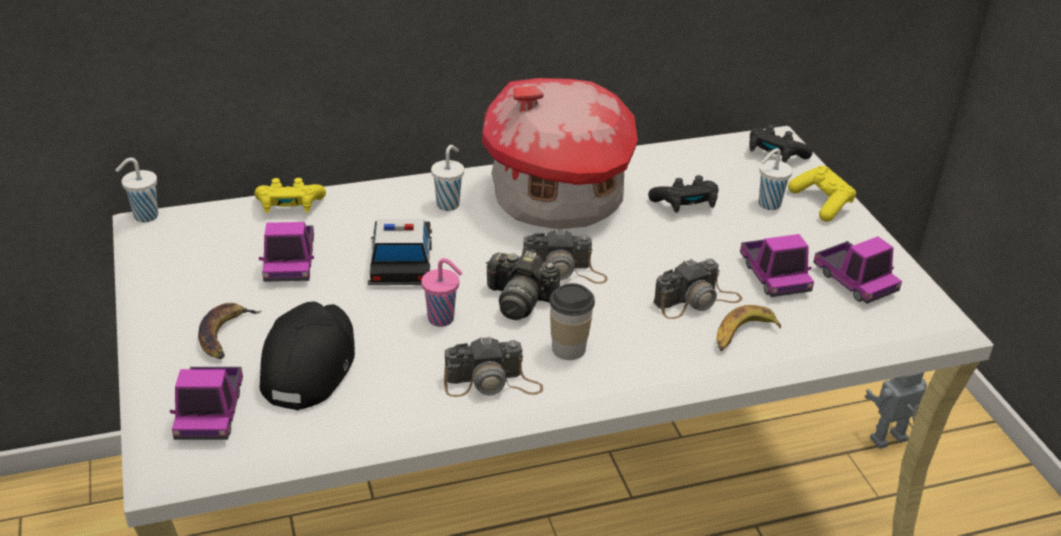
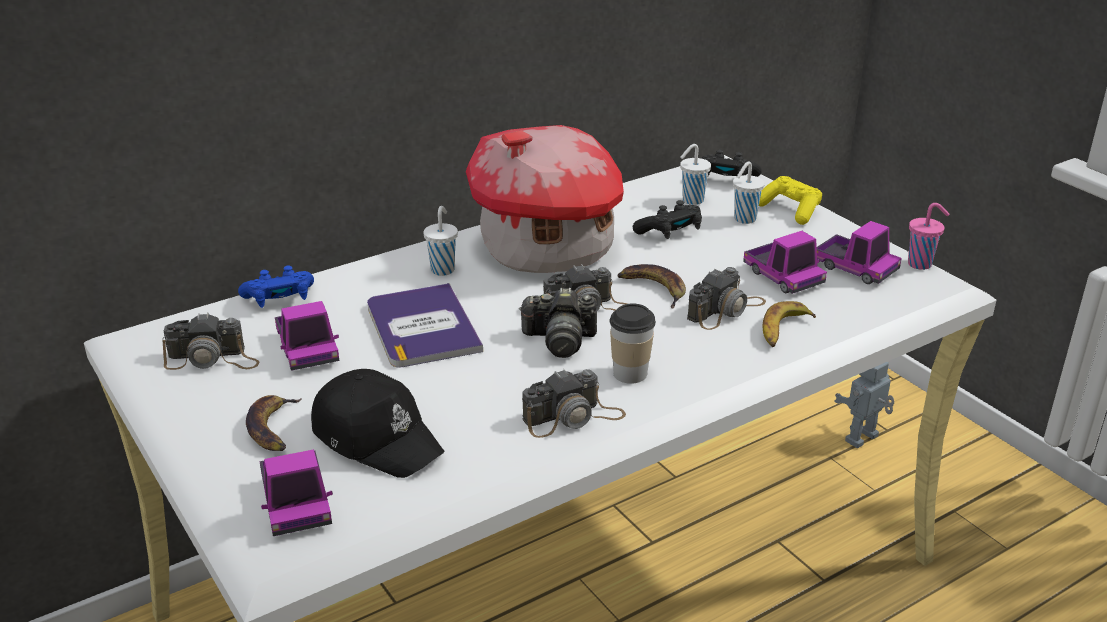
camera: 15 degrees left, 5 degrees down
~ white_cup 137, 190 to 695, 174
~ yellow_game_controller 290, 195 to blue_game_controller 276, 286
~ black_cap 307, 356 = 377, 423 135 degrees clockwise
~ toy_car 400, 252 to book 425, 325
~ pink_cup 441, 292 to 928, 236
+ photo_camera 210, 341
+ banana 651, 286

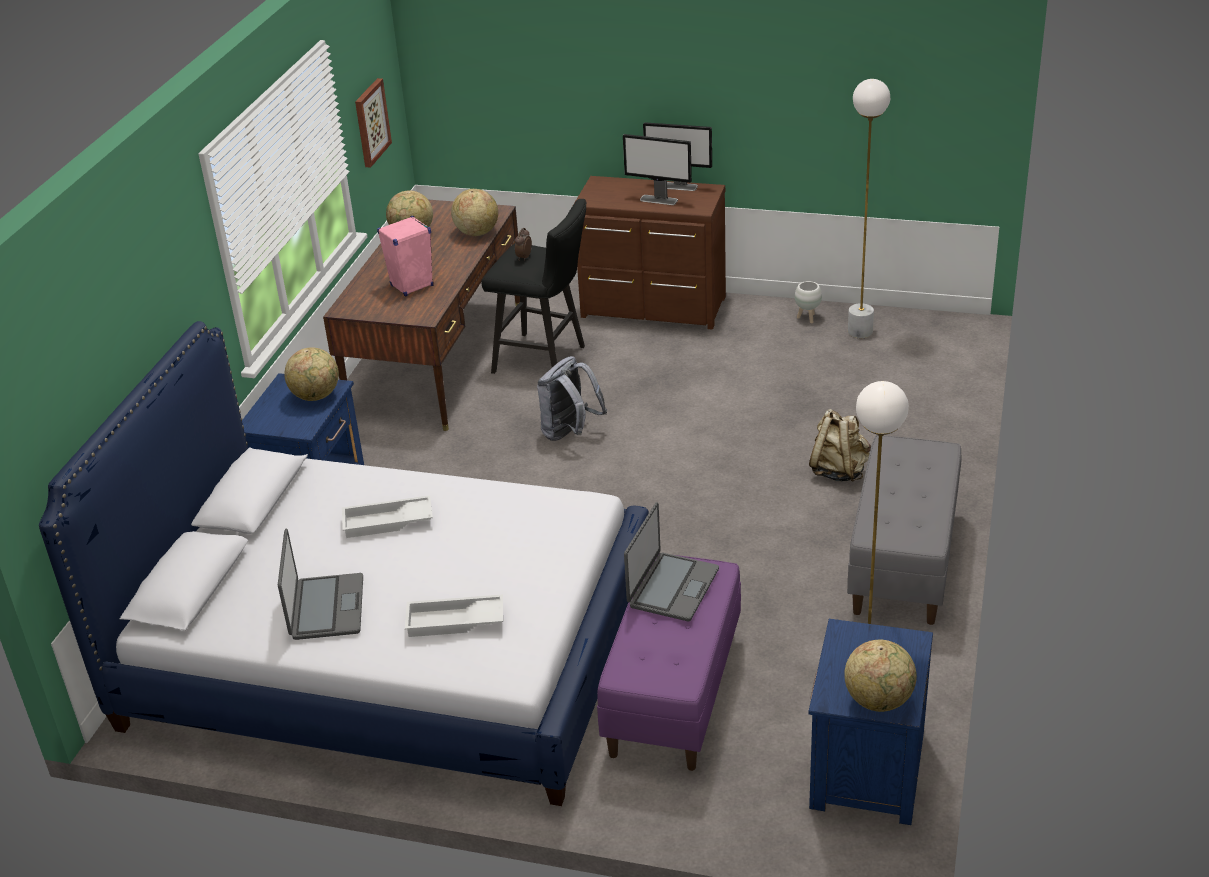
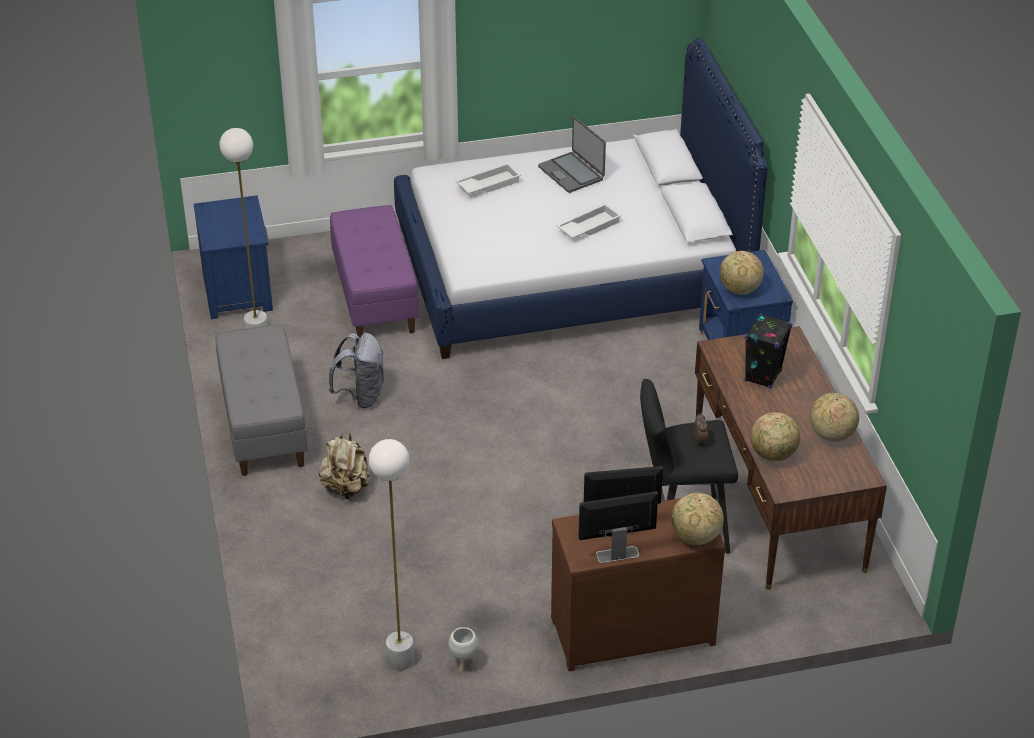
camera: 150 degrees right, 5 degrees up
- picture 373, 123
~ pink_speaker 405, 256 to black_speaker 768, 351
~ grey_backpack 572, 398 to 356, 370
- laptop 671, 561
~ globe 880, 676 to 697, 519

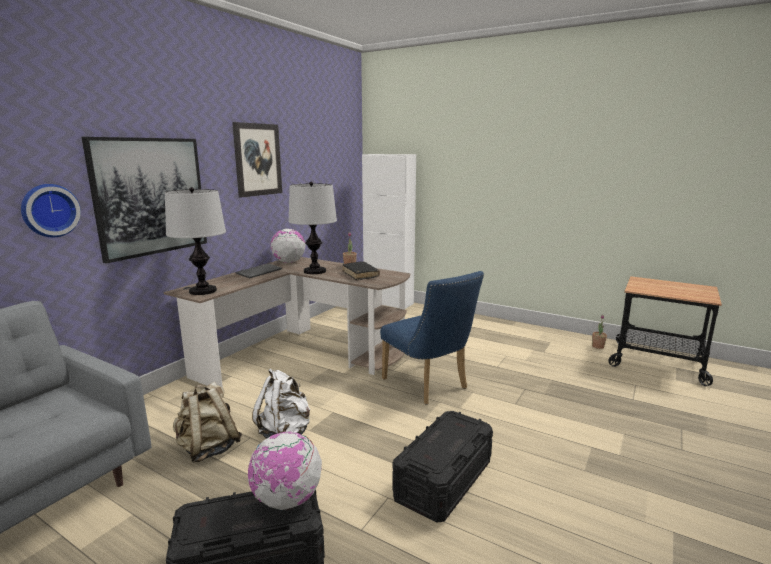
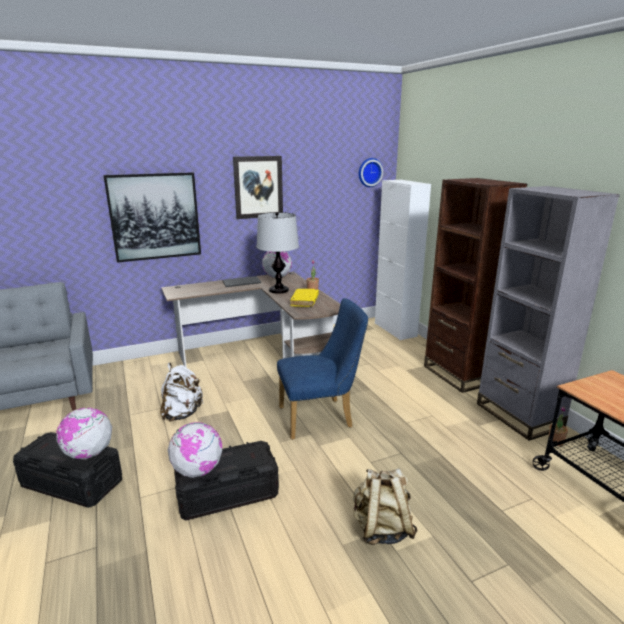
camera: 35 degrees right, 5 degrees up
~ wall_clock 51, 210 to 371, 172
- table_lamp 195, 241
~ beige_backpack 207, 422 to 385, 506
~ black_book 361, 270 to yellow_book 304, 298
~ blue_chair 432, 338 = 322, 369 105 degrees counterclockwise
+ globe 195, 450
+ brown_bookcase 475, 285
+ grey_bookcase 548, 313

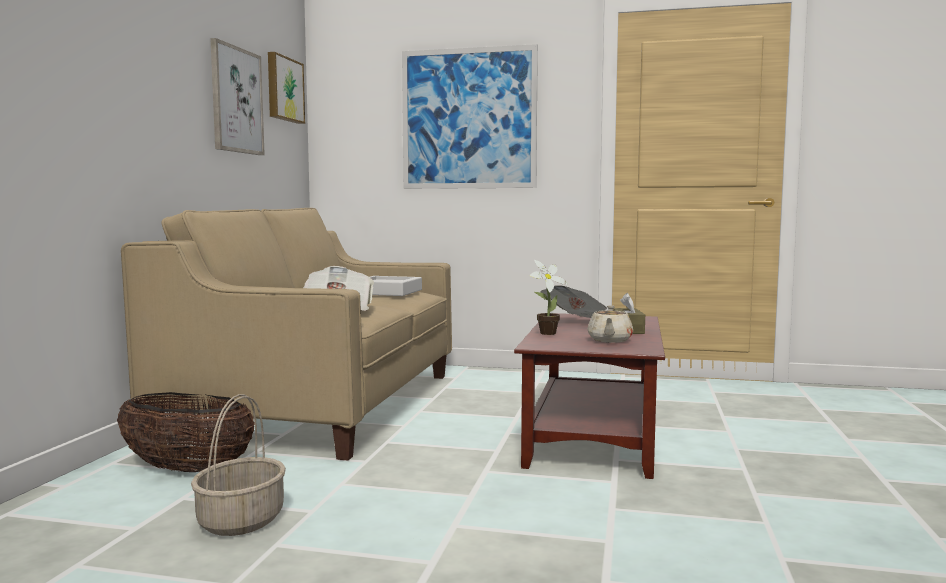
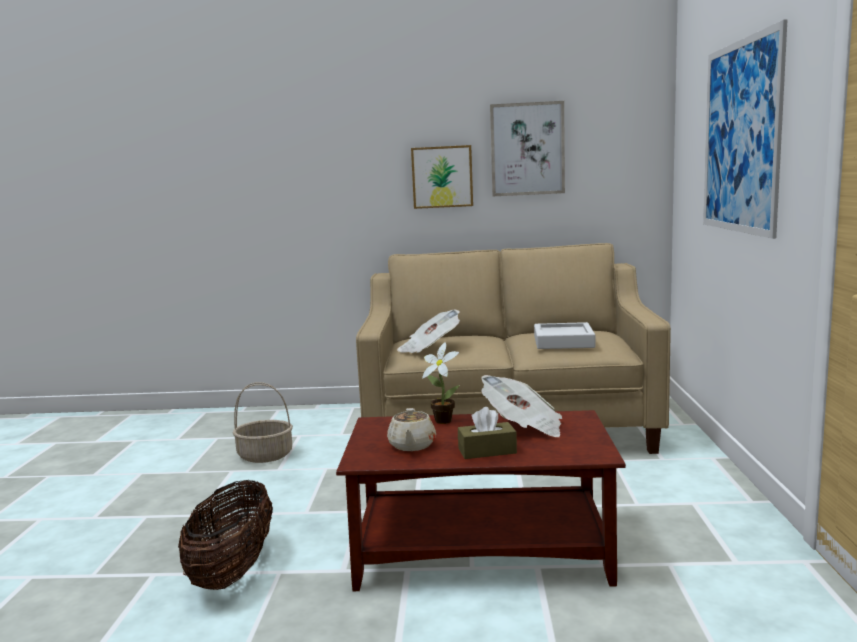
camera: 80 degrees right, 5 degrees up
~ basket 186, 432 to 225, 535
~ picture 286, 88 to 442, 177
~ beige_teapot 610, 324 = 411, 429 90 degrees counterclockwise

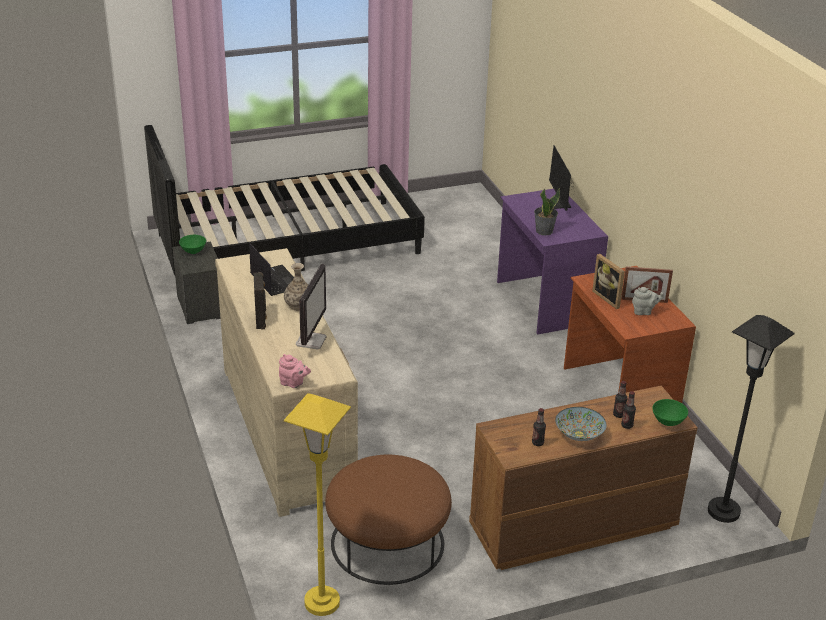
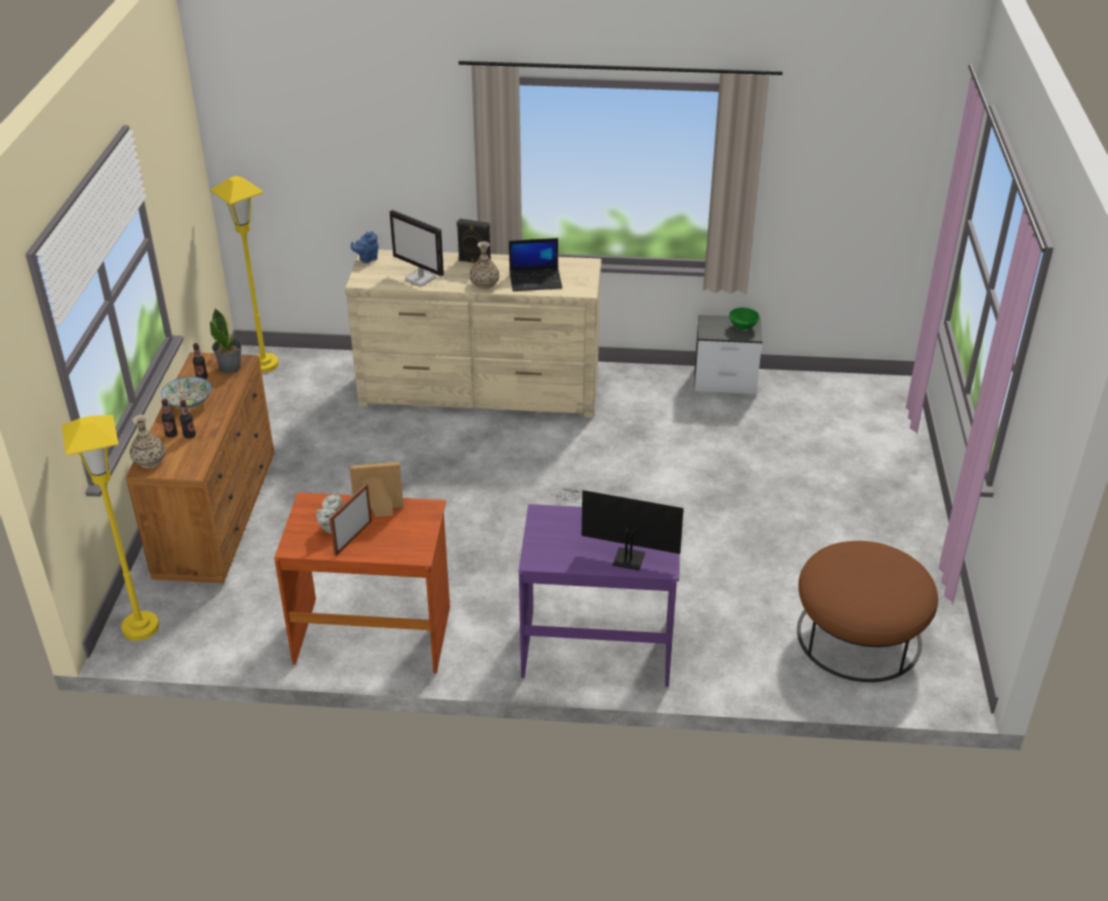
camera: 115 degrees right, 5 degrees up
- black_bed 284, 200
~ pink_teapot 295, 371 to blue_teapot 365, 247
~ brown_ottoman 388, 520 to 867, 611
~ potted_plant 547, 211 to 226, 341
~ green_bowl 670, 412 to vase 148, 441
~ black_floor_lamp 751, 419 to yellow_floor_lamp 110, 528

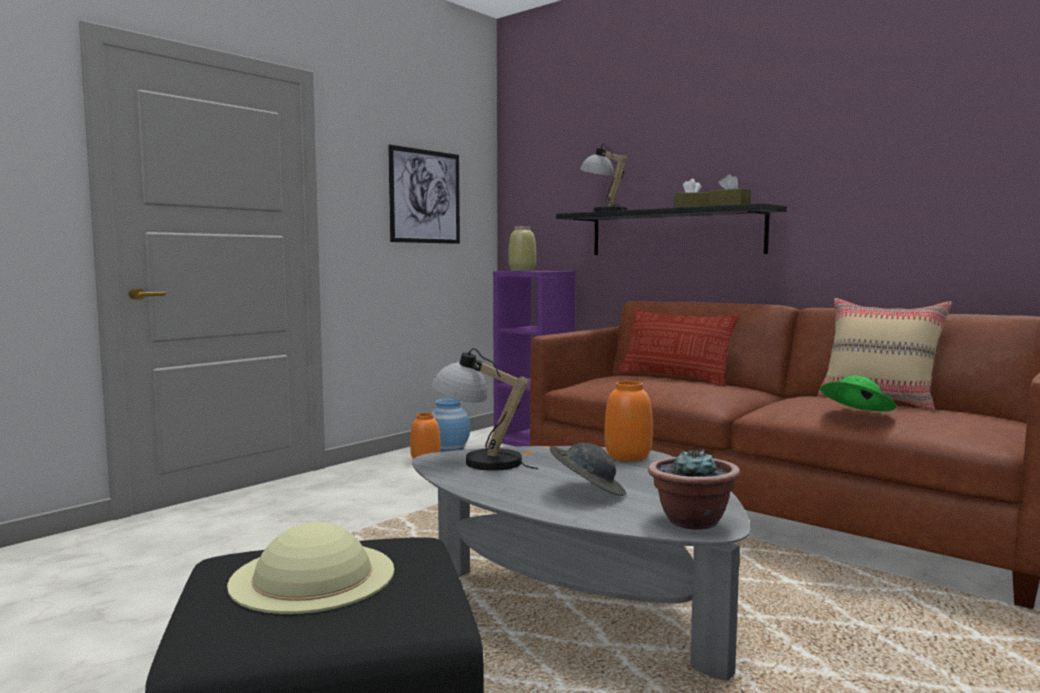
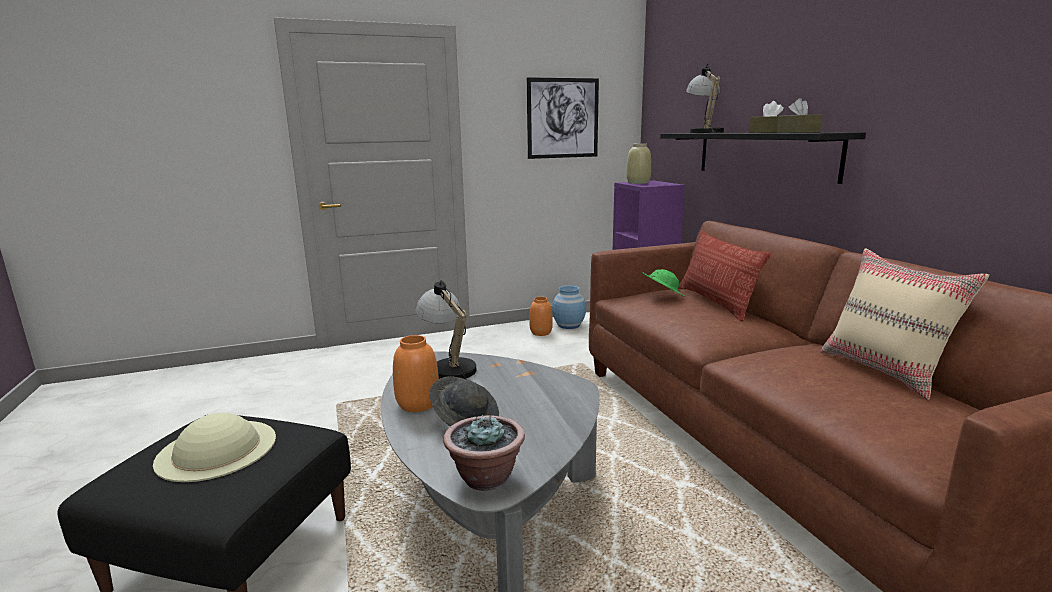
camera: 30 degrees right, 10 degrees up
~ orange_vase 629, 421 to 416, 373
~ green_hat 858, 393 to 663, 283

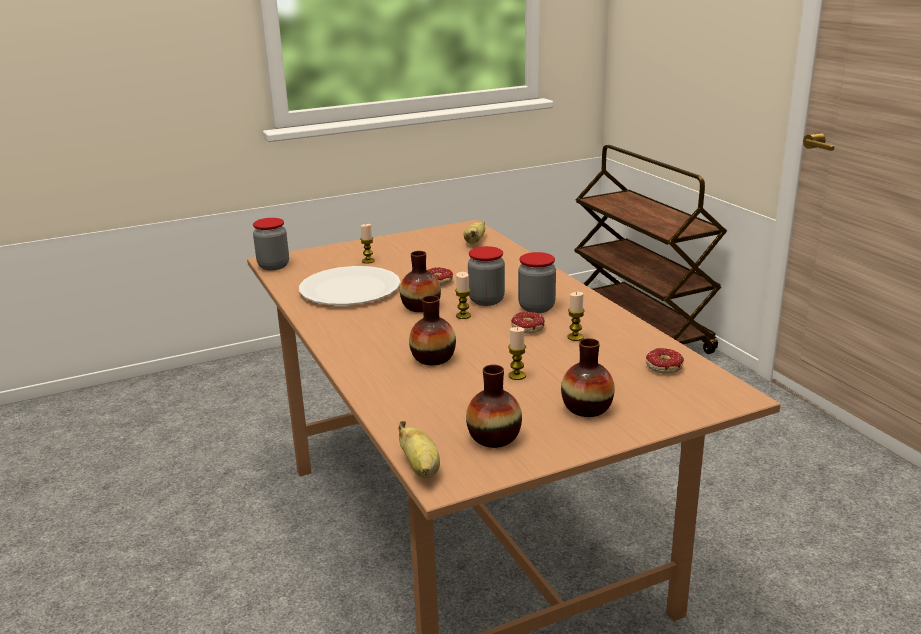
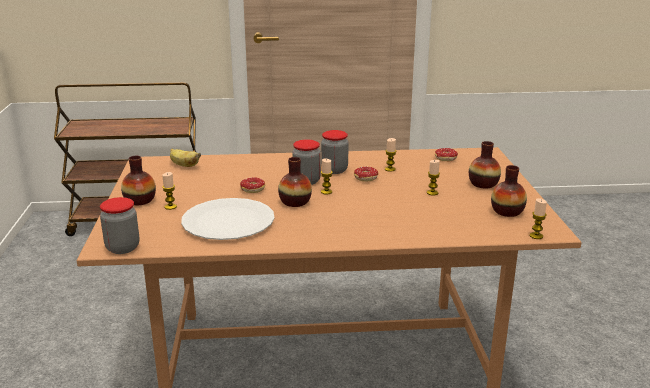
camera: 70 degrees left, 0 degrees up
~ banana 419, 449 to candle 538, 218
~ vase 432, 330 to 138, 180

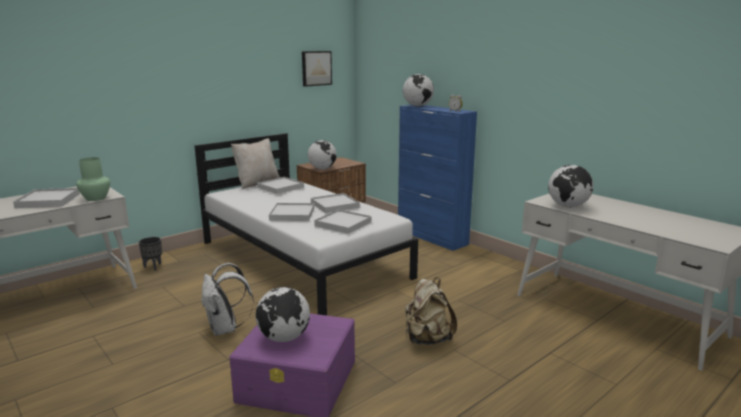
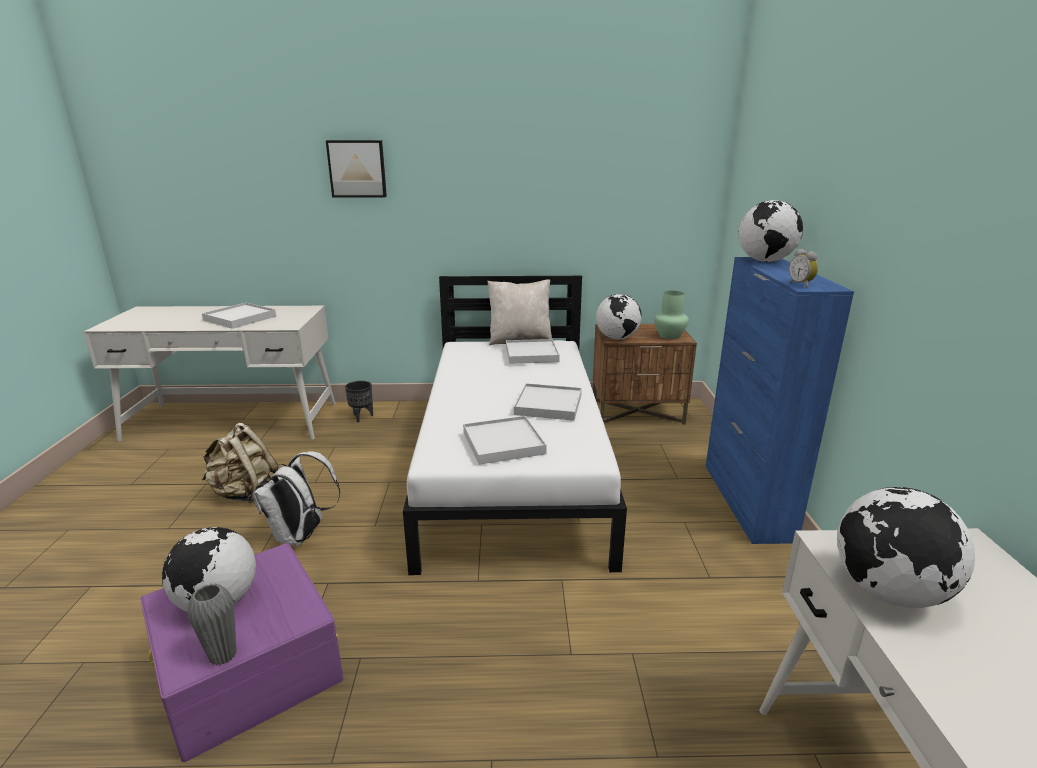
camera: 40 degrees right, 5 degrees up
~ green_vase 93, 179 to 671, 315
- white_tray 291, 212
~ picture 317, 69 to 356, 169
~ beige_backpack 431, 311 to 240, 463
+ grey_vase 211, 624

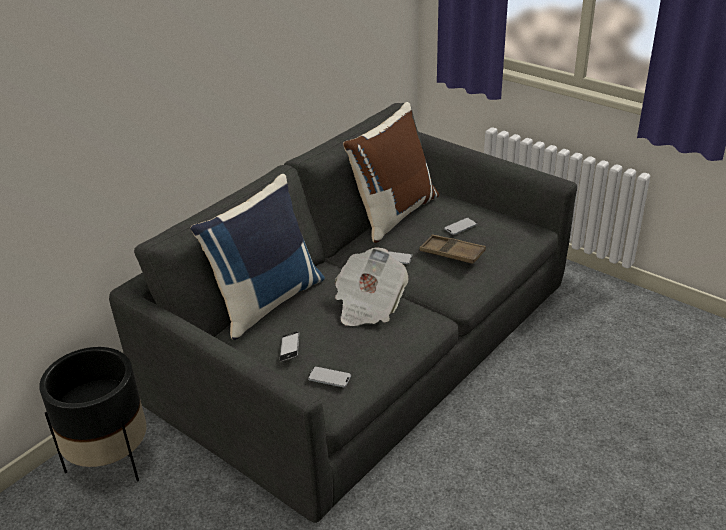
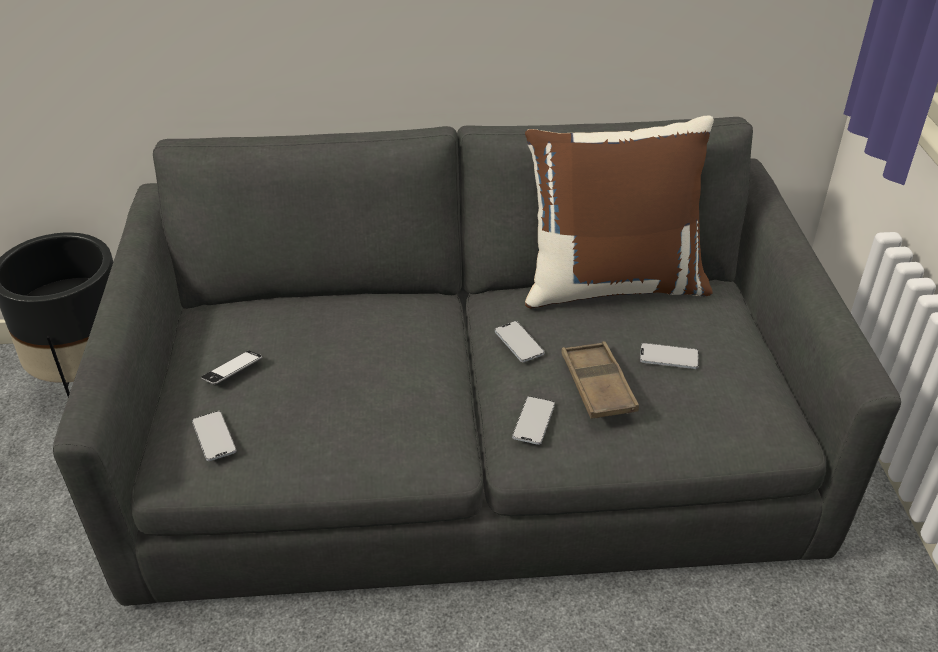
camera: 45 degrees right, 5 degrees up
- blue_pillow 257, 257
- newspaper 371, 286
+ phone 533, 420

